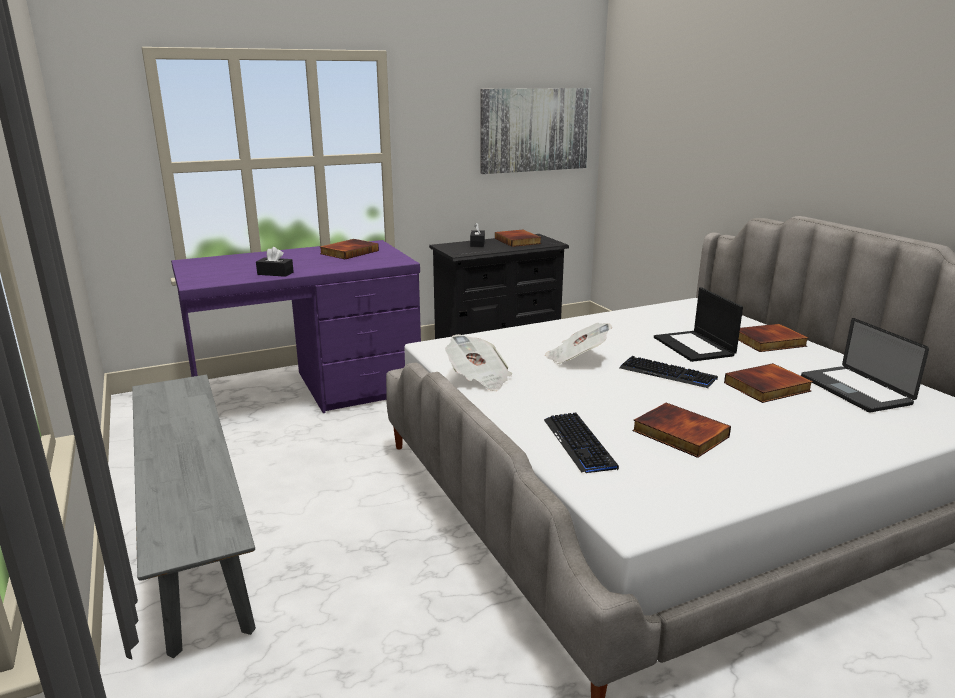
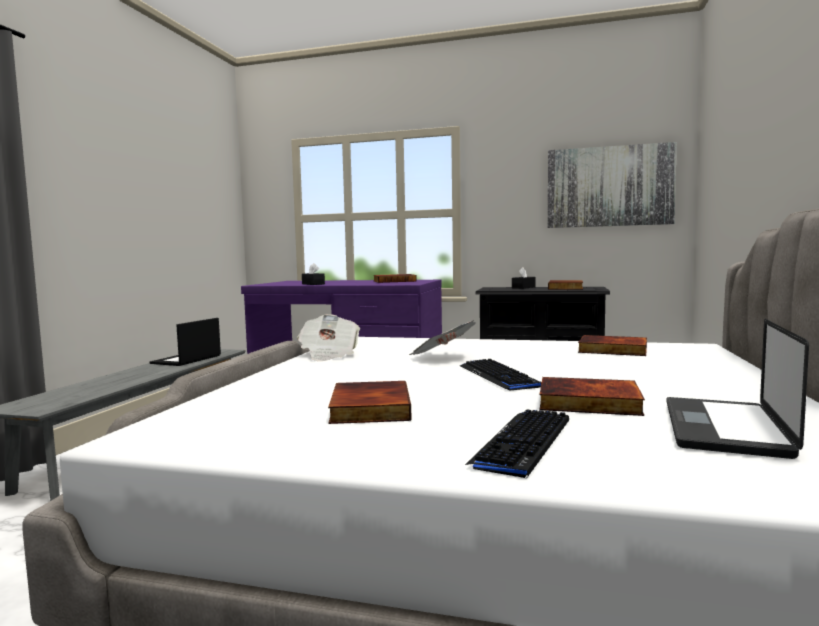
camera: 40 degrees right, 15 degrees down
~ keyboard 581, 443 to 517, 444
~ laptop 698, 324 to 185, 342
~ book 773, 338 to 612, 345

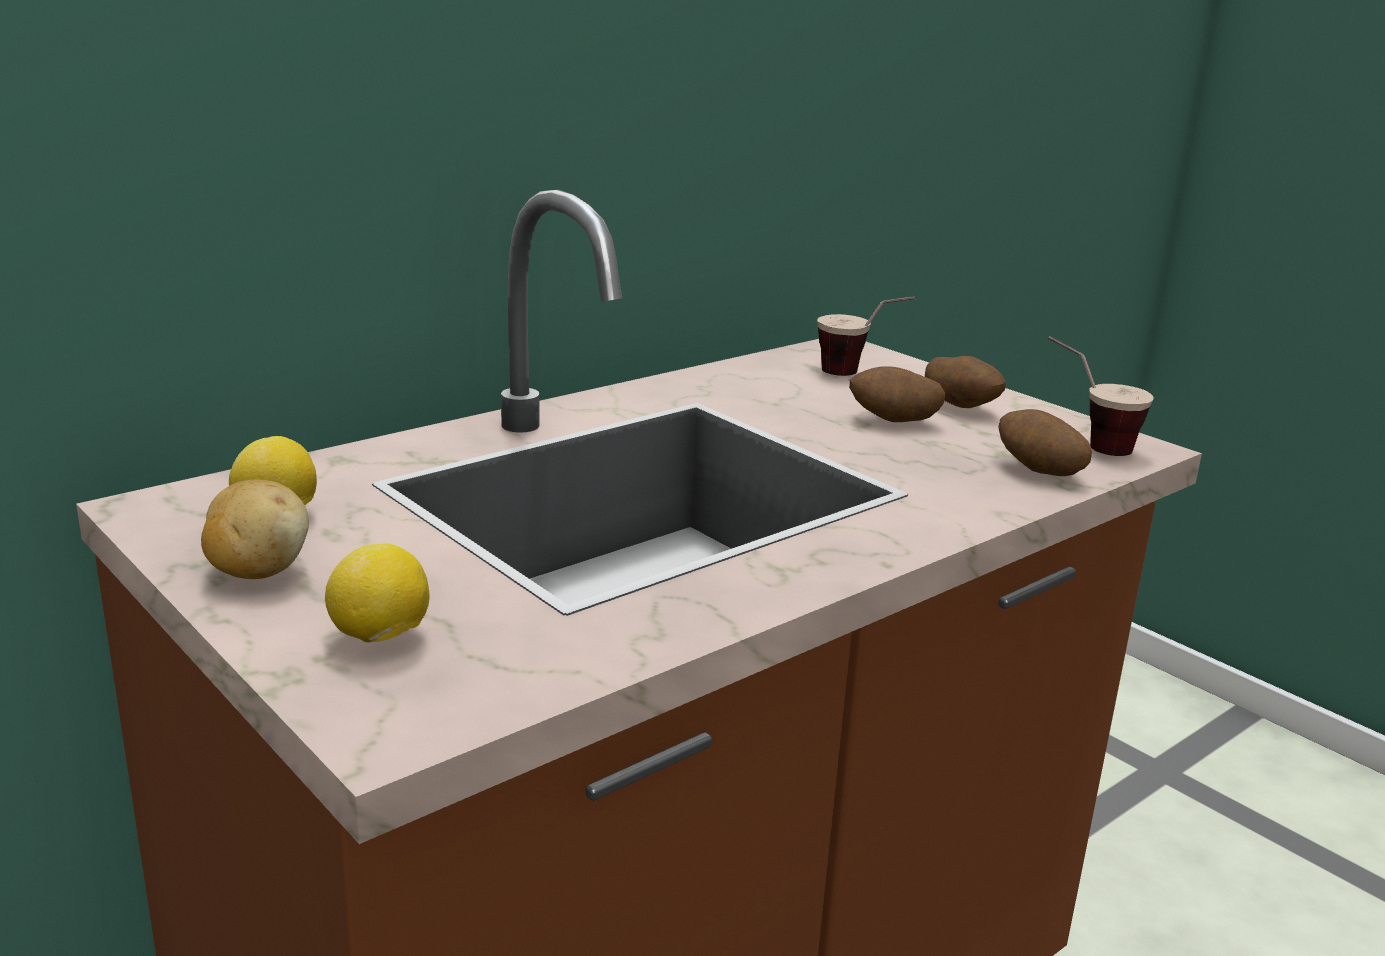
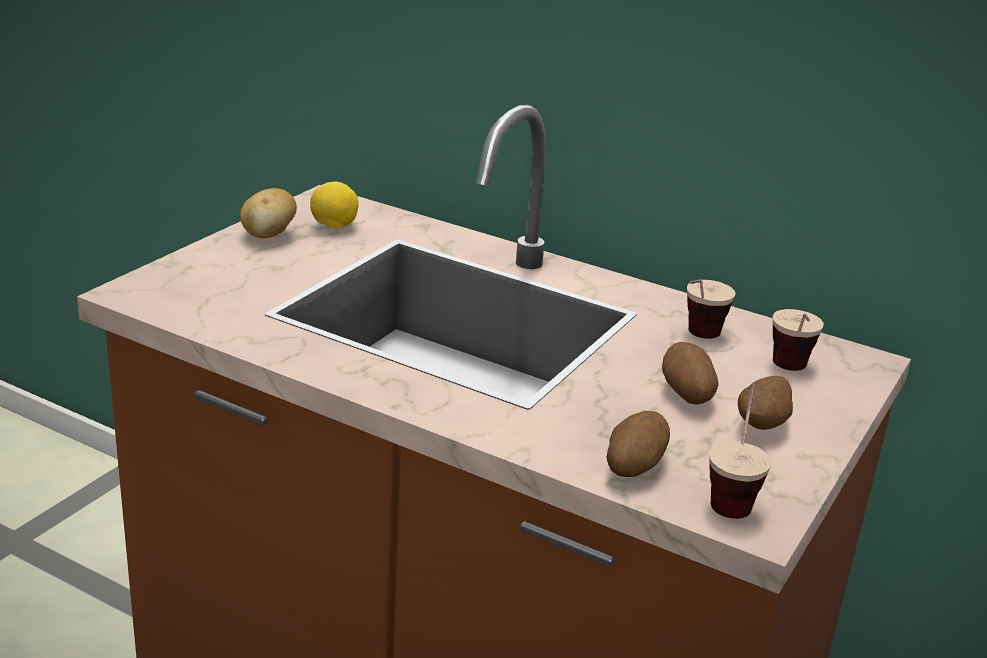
camera: 70 degrees right, 5 degrees up
- lemon 377, 592
+ cup 711, 309

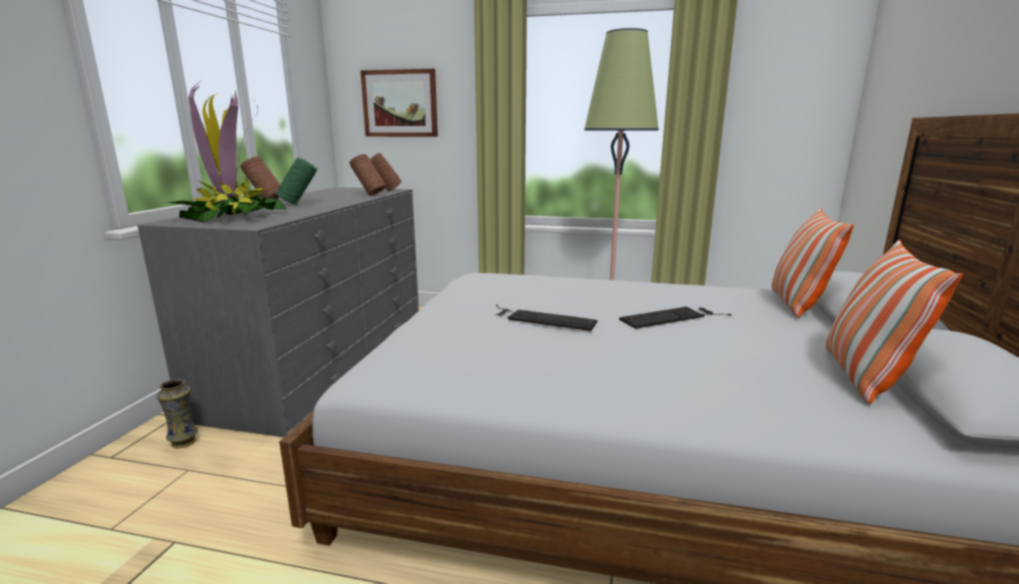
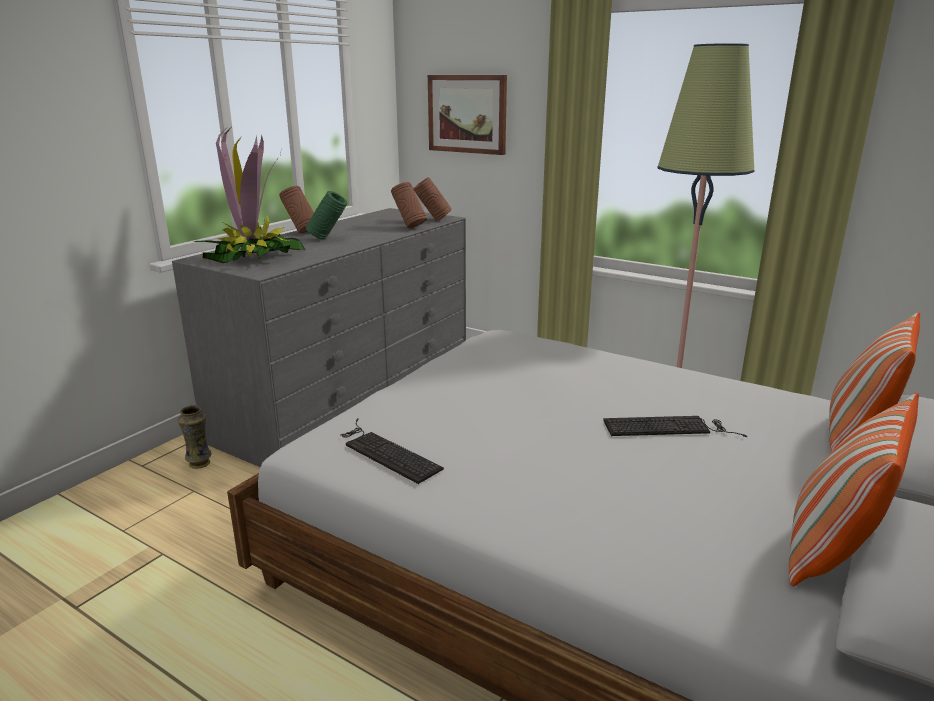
camera: 20 degrees right, 5 degrees up
~ keyboard 547, 318 to 392, 451

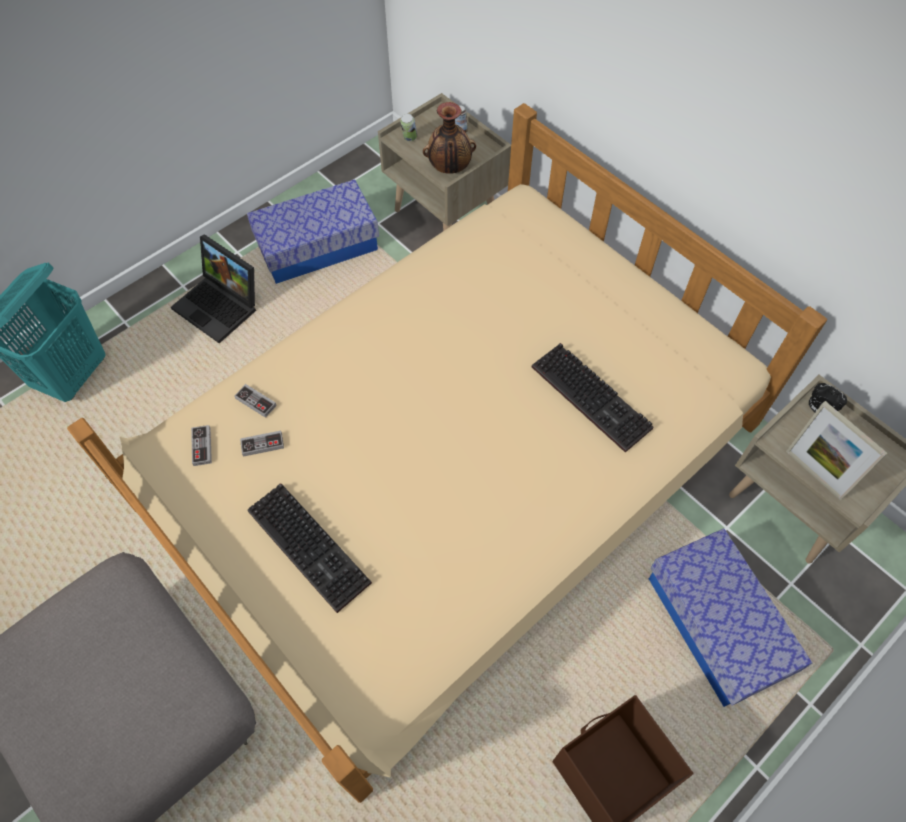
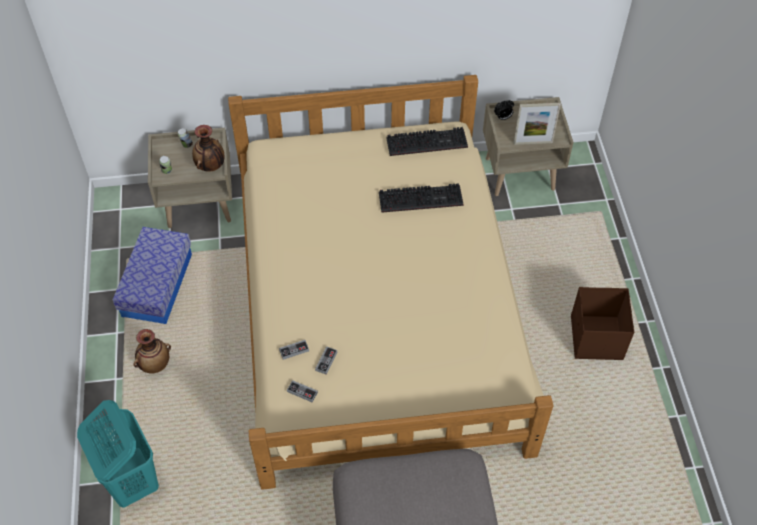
camera: 55 degrees left, 5 degrees down
~ laptop 213, 288 to vase 152, 351
~ keyboard 309, 548 to 427, 141
- storage_box 731, 617

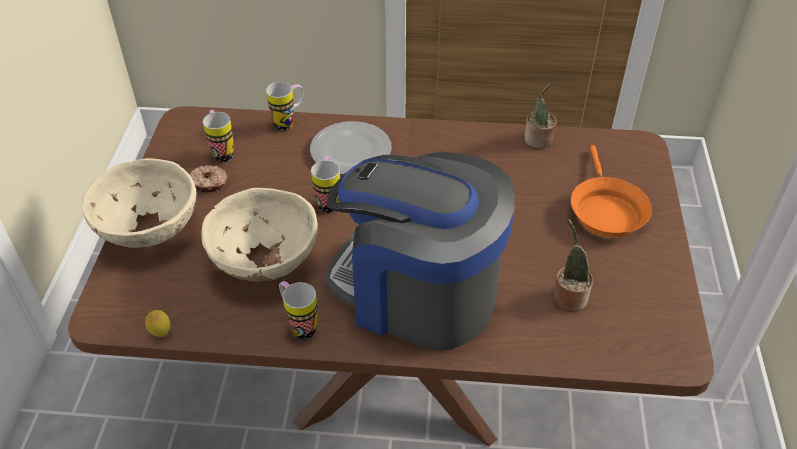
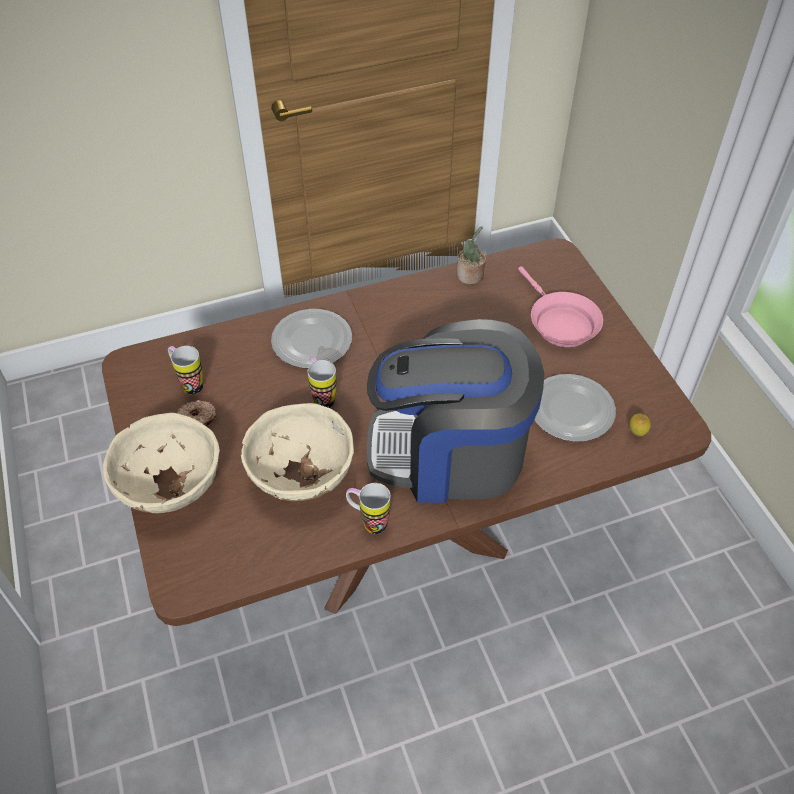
camera: 25 degrees left, 5 degrees up
~ lemon 157, 323 to 640, 424
- mug 285, 106
~ potted_plant 573, 265 to plate 575, 408
~ orange_frying_pan 611, 191 to pink_frying_pan 560, 306

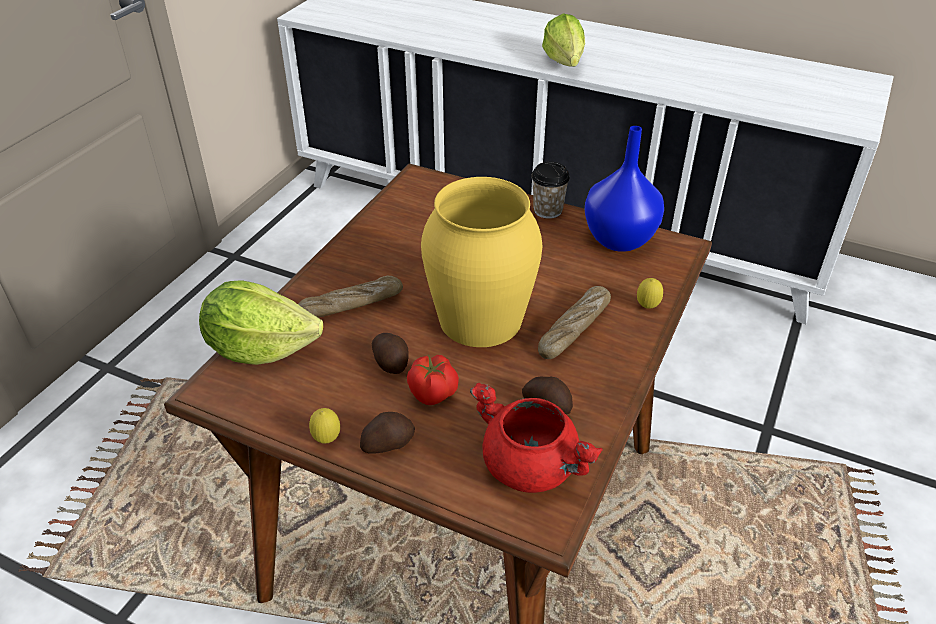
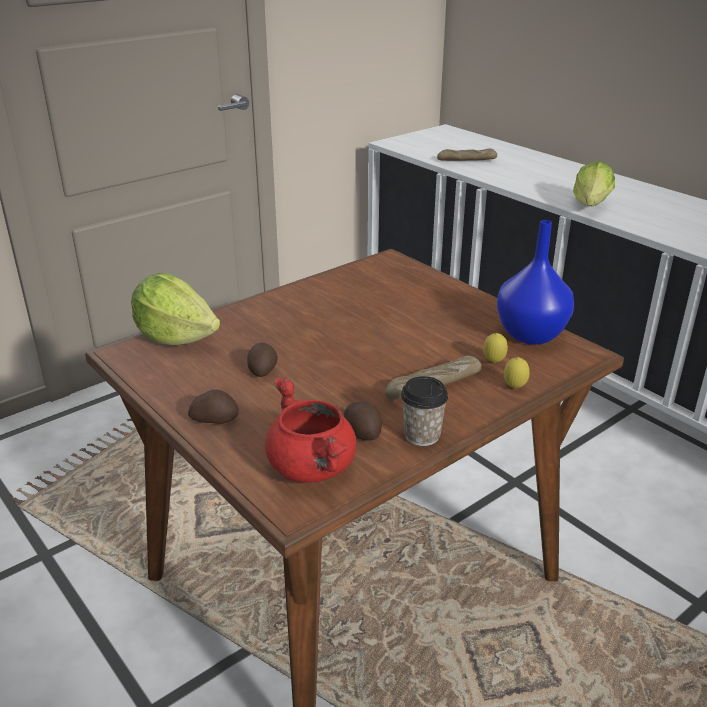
camera: 25 degrees right, 10 degrees down
~ bread 350, 297 to 467, 154
~ lemon 324, 426 to 495, 348
- tomato 433, 379
- yellow_vase 481, 262
~ cup 550, 190 to 424, 411

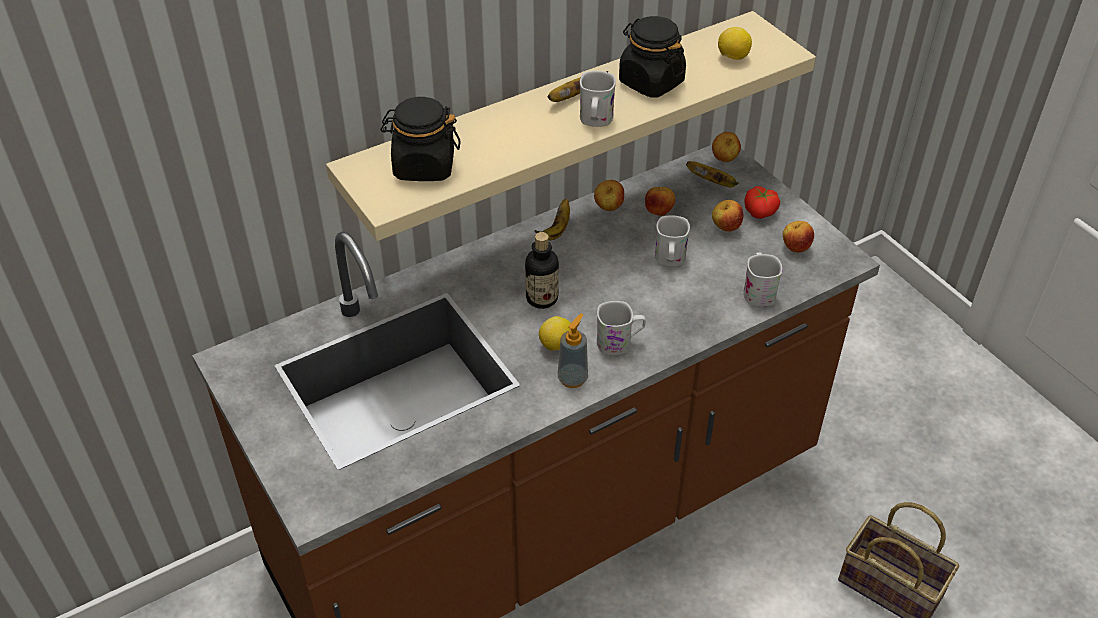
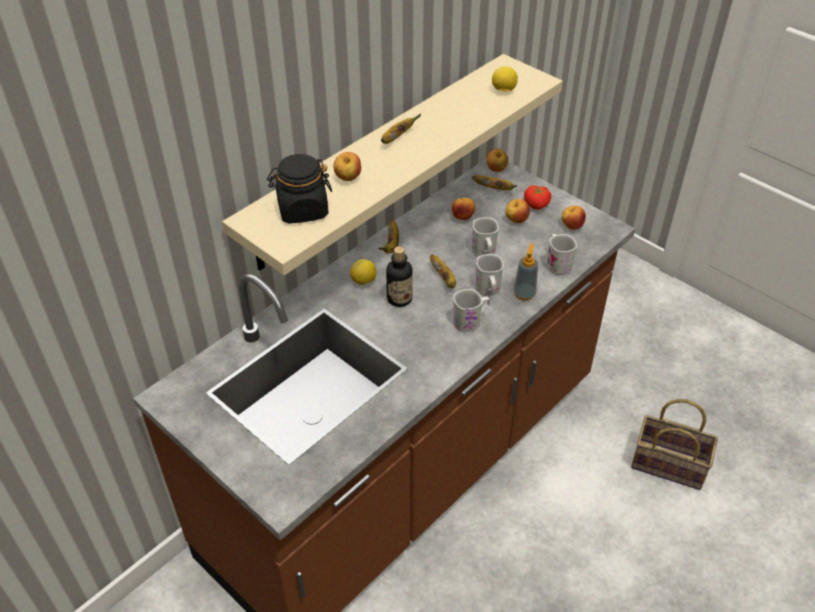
camera: 15 degrees left, 0 degrees up
~ lemon 555, 333 to 363, 272
~ soap_dispenser 573, 351 to 526, 272
~ white_mug 598, 99 to 489, 274
~ apple 609, 195 to 347, 166
- black_jar 652, 57
+ banana 443, 271

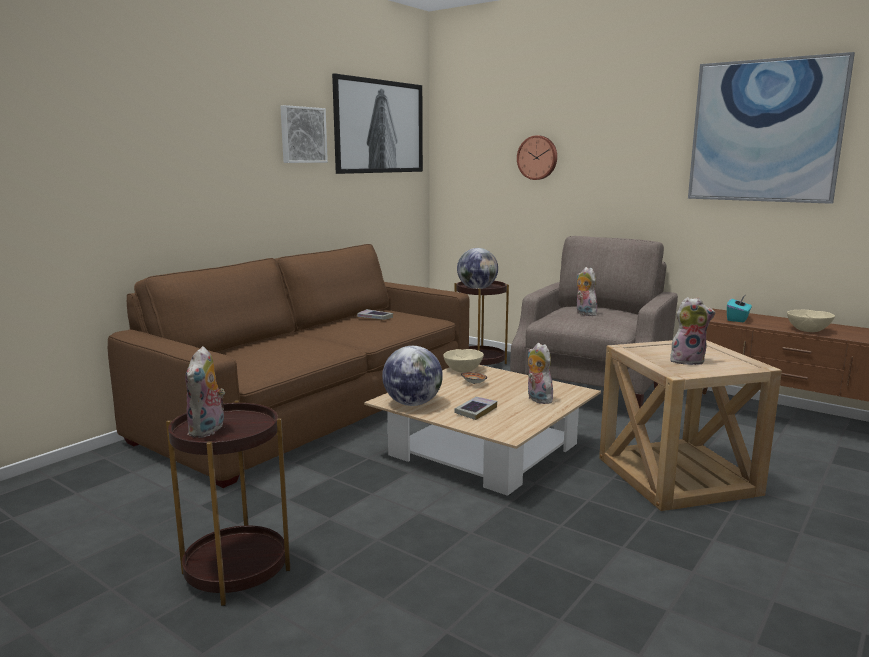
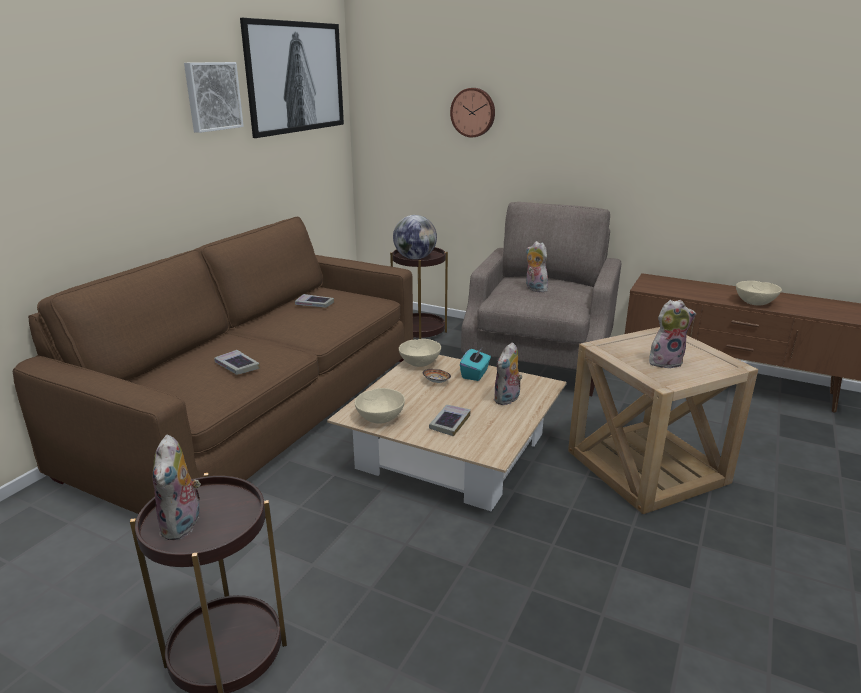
camera: 10 degrees left, 10 degrees up
~ globe 412, 376 to beige_bowl 380, 406
~ plush_toy 540, 373 = 508, 373 105 degrees counterclockwise
- picture 771, 128
~ turquoise_tissue_box 739, 309 to 475, 364
+ book 237, 362

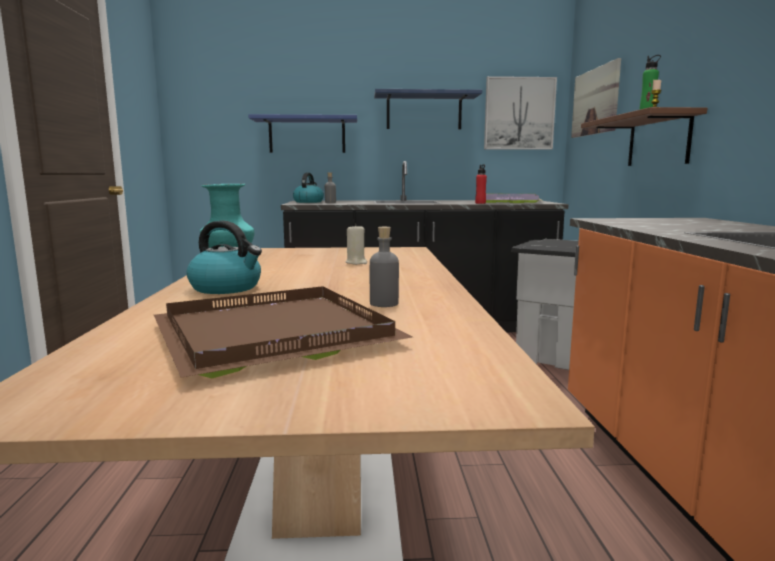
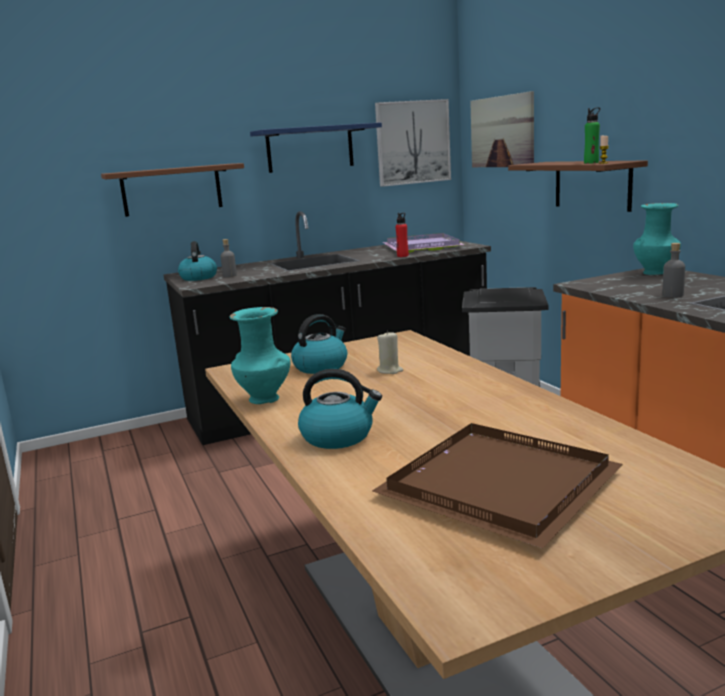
camera: 20 degrees left, 5 degrees up
~ blue_shelf 302, 133 to brown_shelf 172, 190
~ grey_bottle 384, 267 to 673, 270
+ kettle 319, 344
+ turquoise_vase 657, 239

